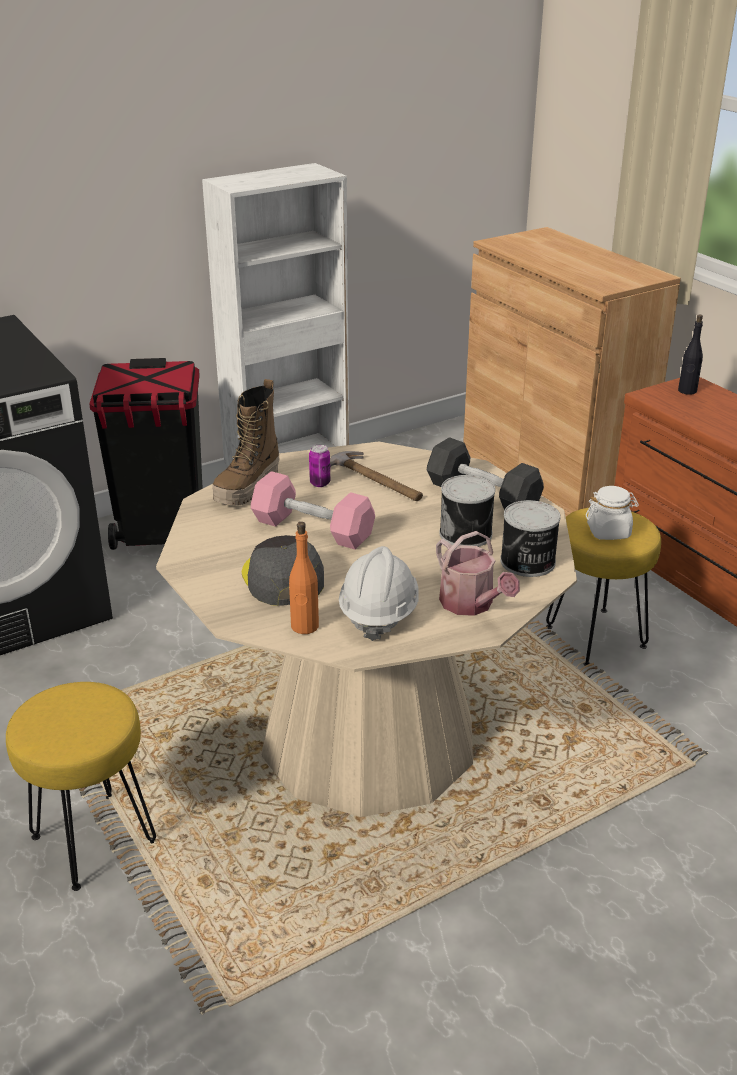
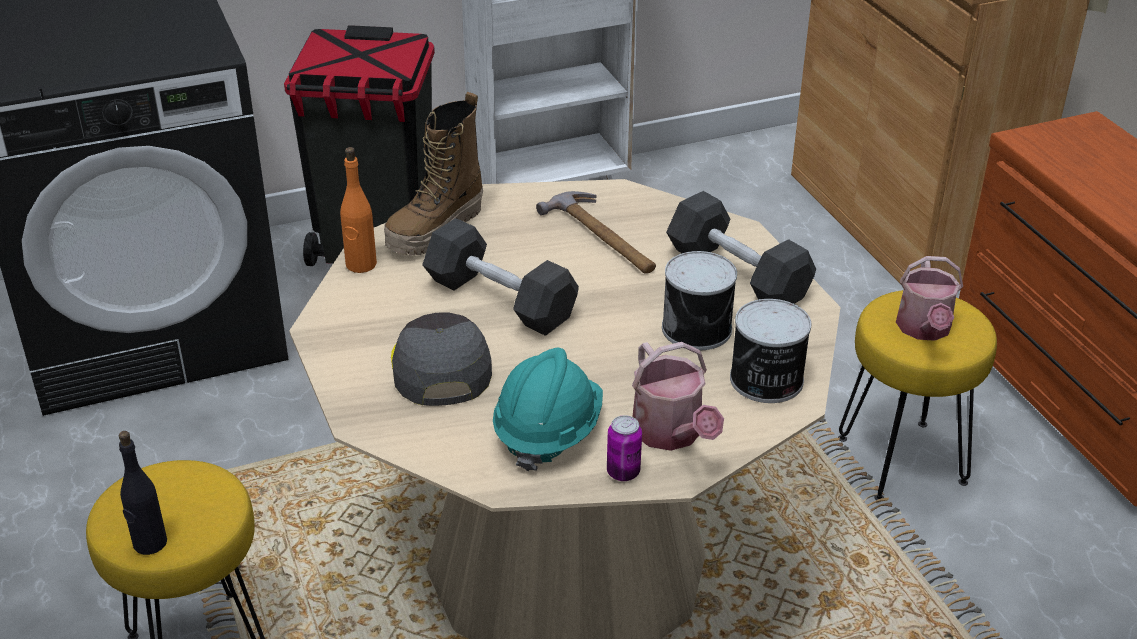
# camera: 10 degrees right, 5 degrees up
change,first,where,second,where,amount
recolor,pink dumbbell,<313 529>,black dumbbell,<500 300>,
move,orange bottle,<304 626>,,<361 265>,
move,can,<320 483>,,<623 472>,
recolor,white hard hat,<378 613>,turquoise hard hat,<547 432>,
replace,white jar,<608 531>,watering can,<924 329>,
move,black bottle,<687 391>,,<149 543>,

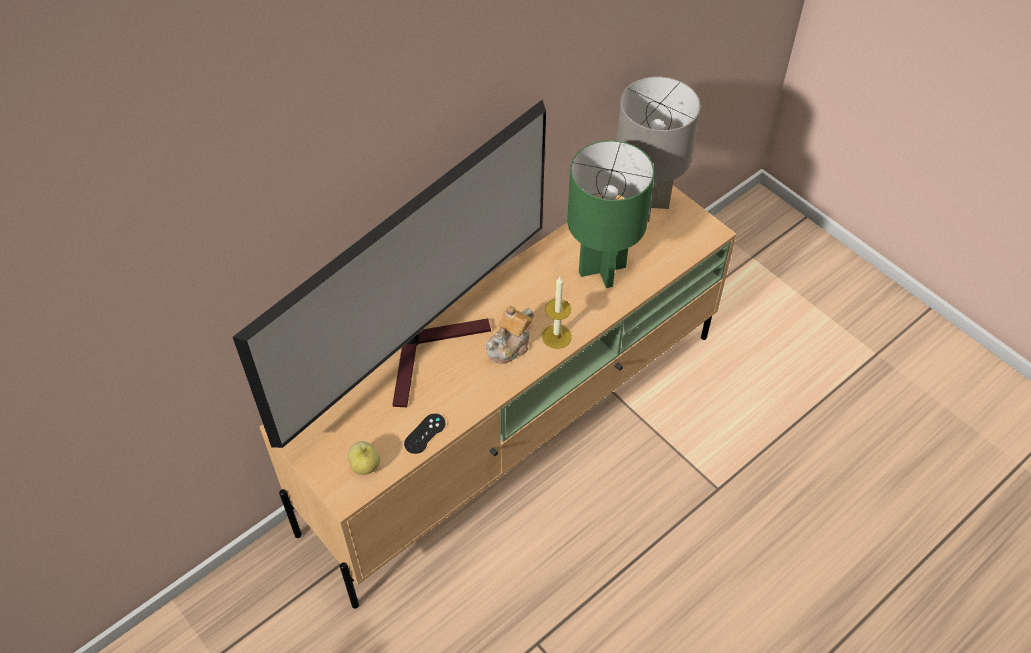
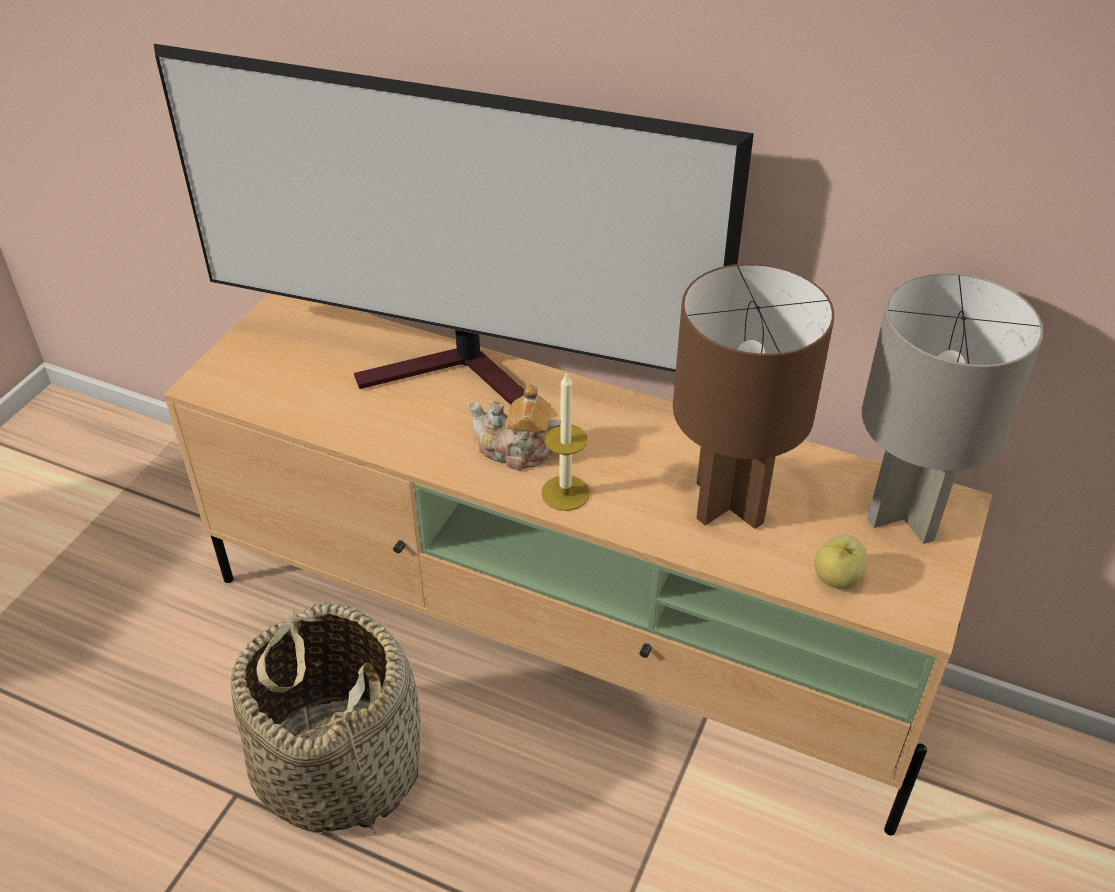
# camera: 65 degrees right, 10 degrees down
change,first,where,second,where,amount
move,apple,<366 465>,,<837 578>,
delete,black game controller,<425 433>,,,
recolor,green table lamp,<601 270>,brown table lamp,<727 503>,
insert,,,basket,<339 765>,

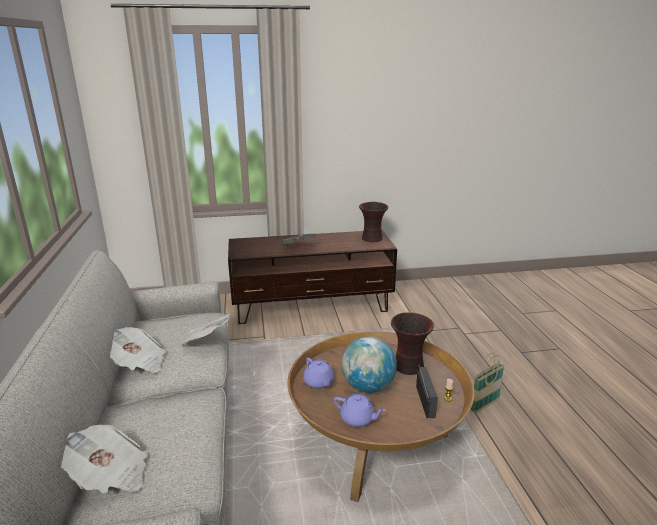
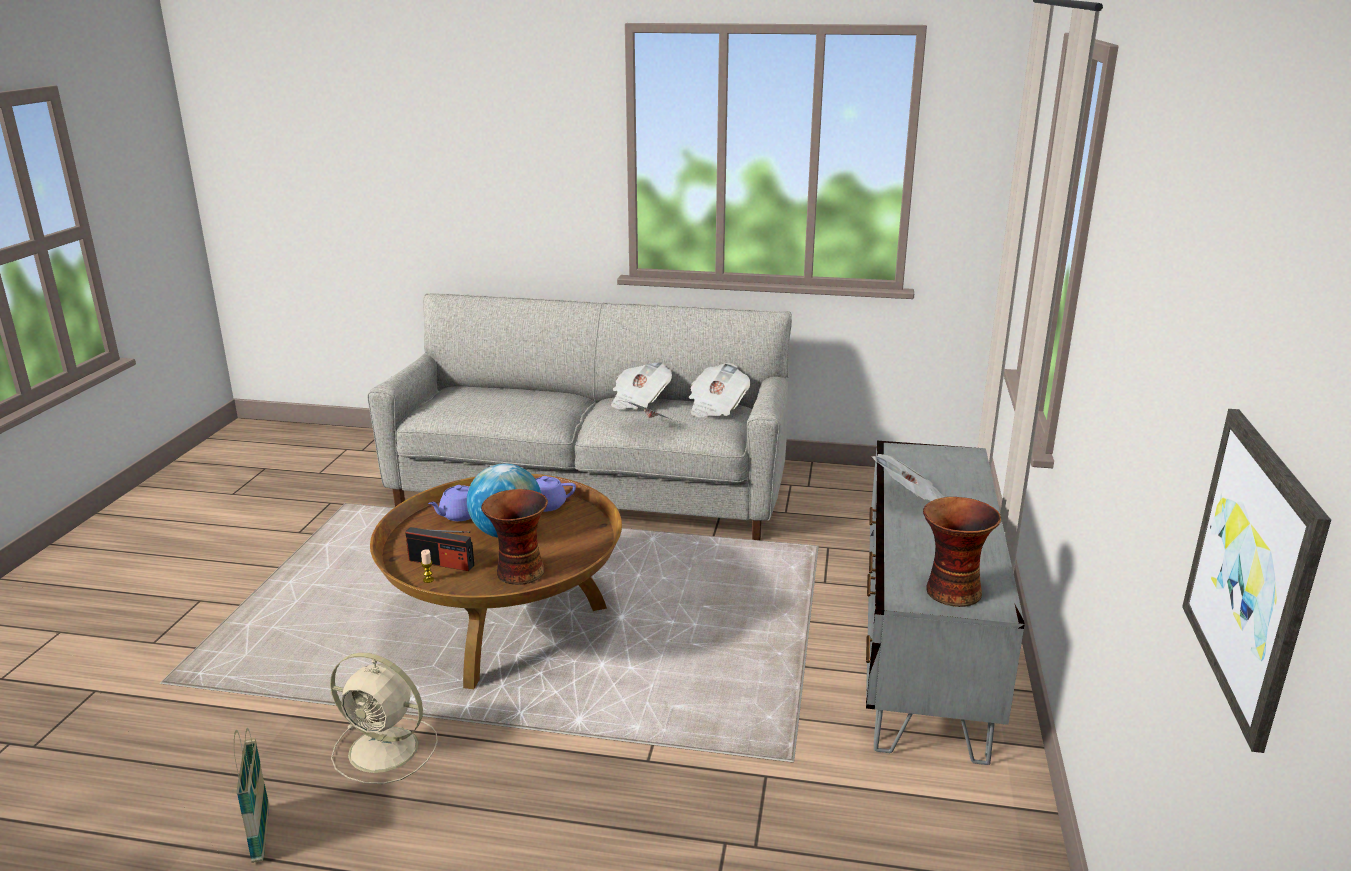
# camera: 110 degrees right, 0 degrees up
change,first,where,second,where,amount
move,newspaper,<110 475>,,<716 407>,
recolor,brown tv stand,<312 307>,grey tv stand,<922 650>,
move,basket,<484 405>,,<261 834>,
insert,,,beige fan,<386 750>,
insert,,,picture,<1254 571>,

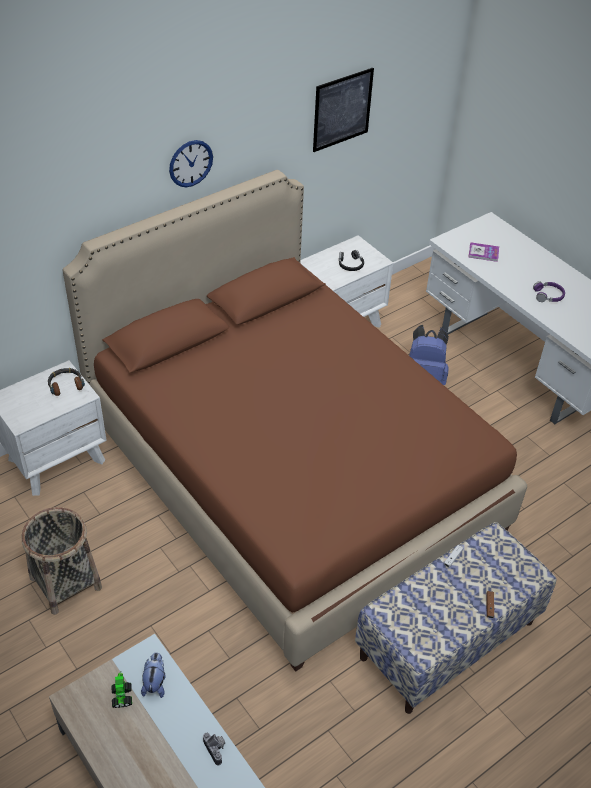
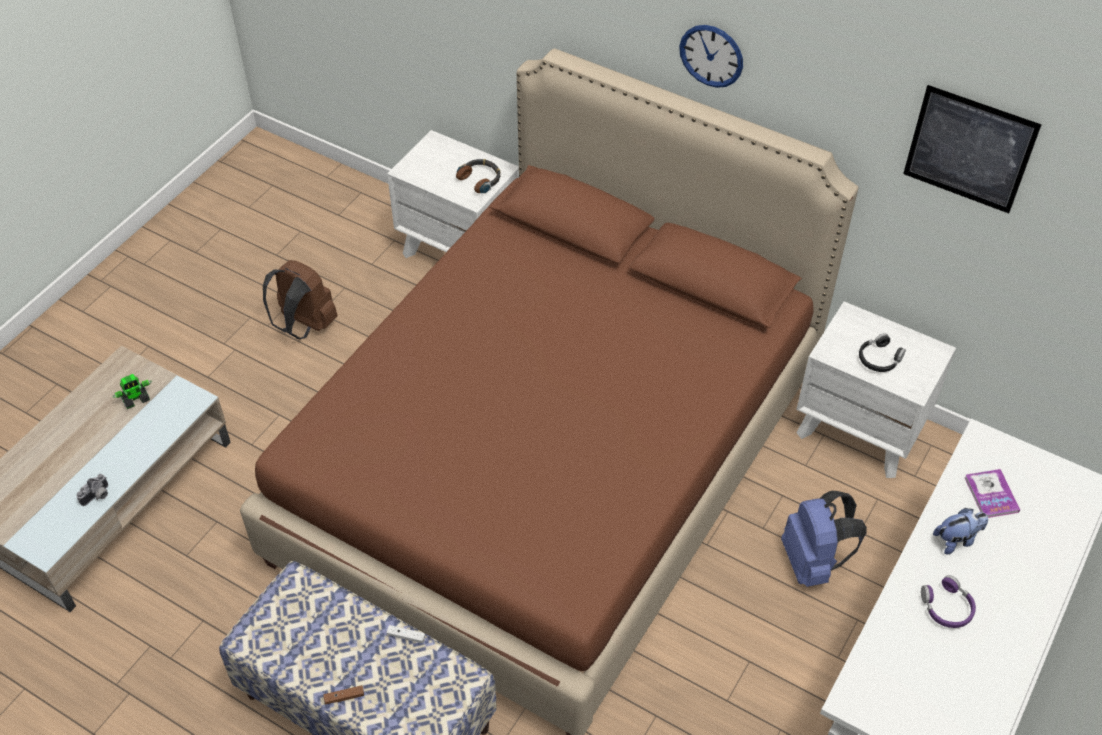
# camera: 70 degrees right, 5 degrees up
change,first,where,second,where,amount
replace,basket,<65 583>,brown backpack,<304 325>,
move,plush toy,<155 683>,,<957 540>,

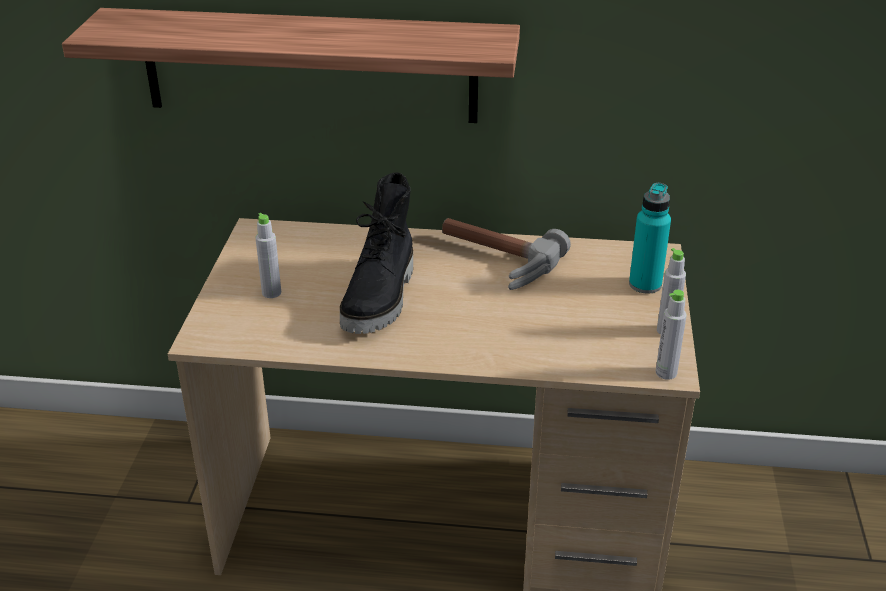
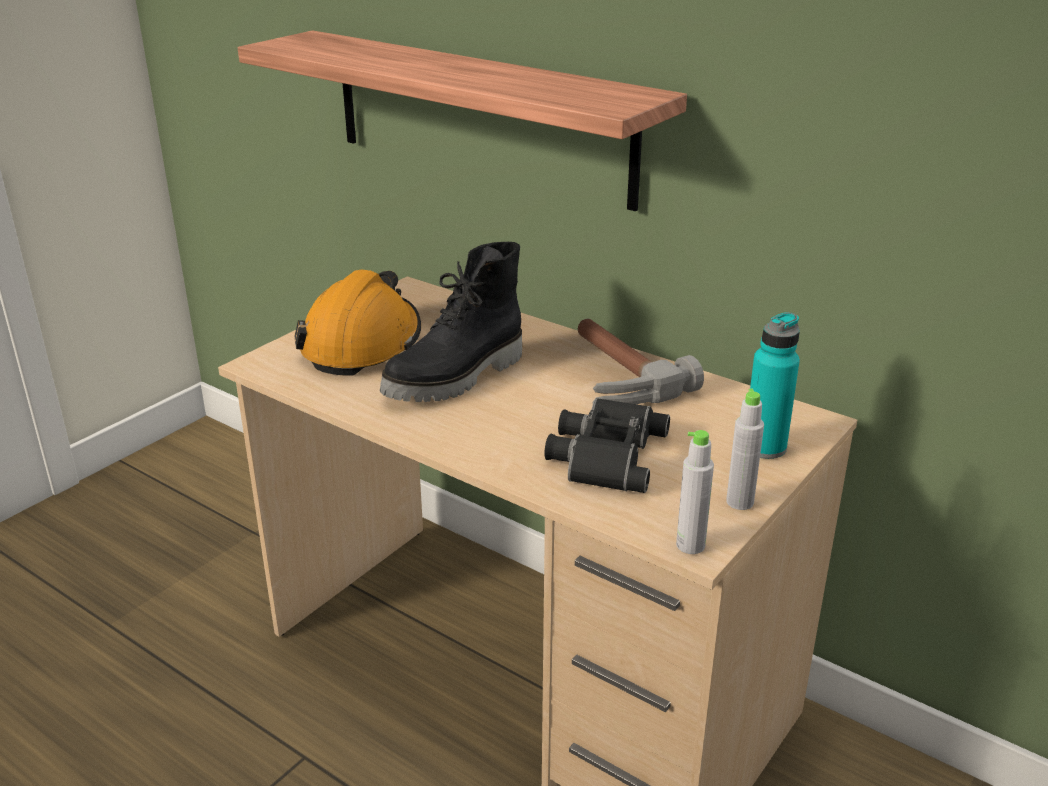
# camera: 30 degrees right, 5 degrees down
change,first,where,second,where,amount
replace,grey bottle,<271 293>,orange hard hat,<362 343>,
insert,,,black binoculars,<604 454>,

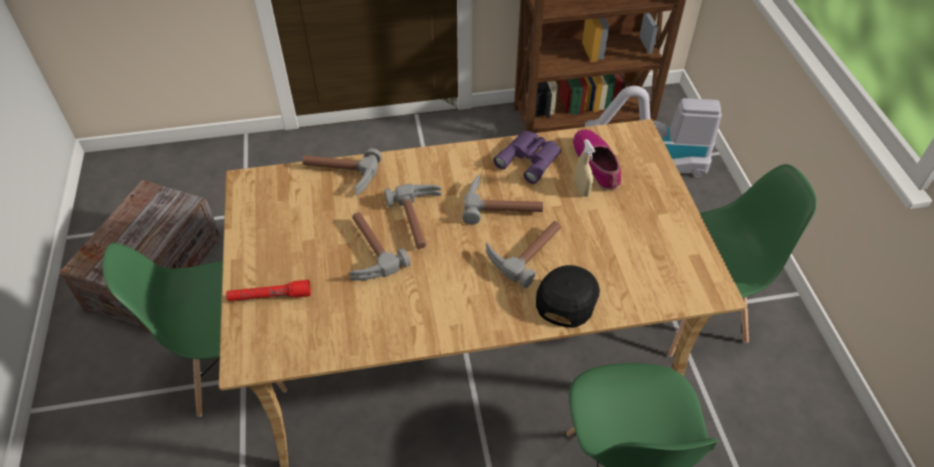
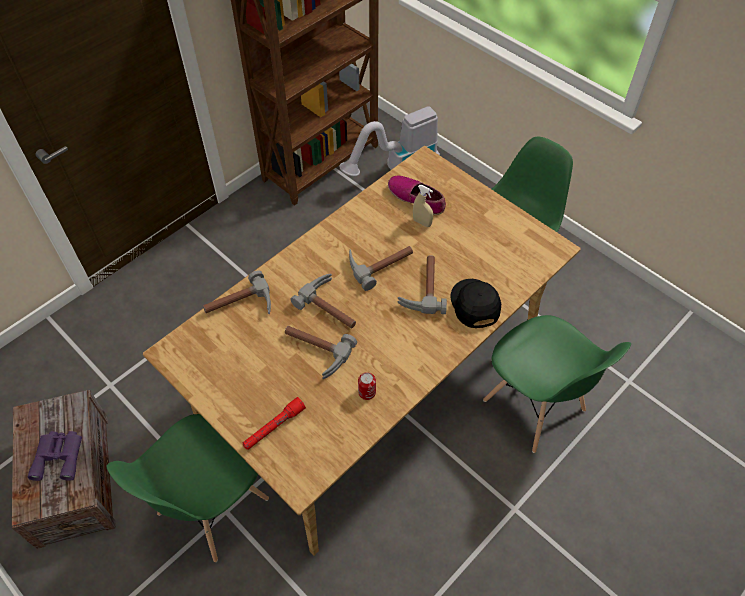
# camera: 35 degrees left, 5 degrees up
change,first,where,second,where,amount
move,purple binoculars,<530 159>,,<59 456>,
insert,,,can,<367 392>,

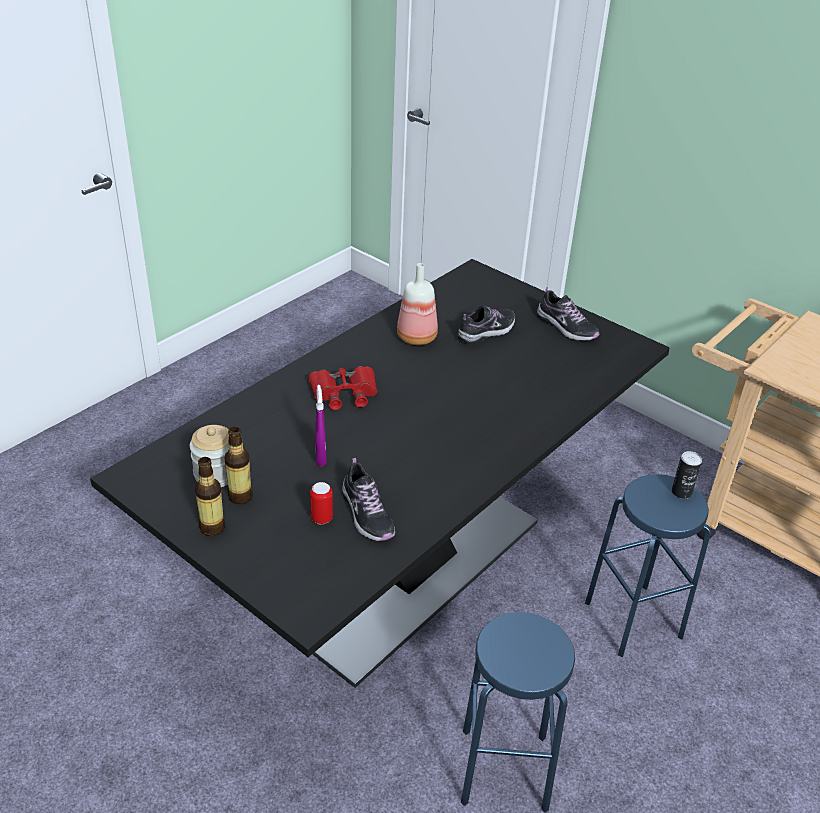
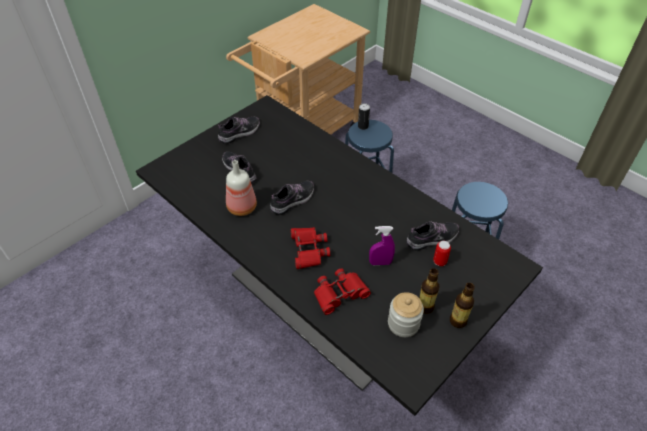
# camera: 85 degrees left, 10 degrees up
change,first,where,second,where,amount
insert,,,shoe,<293 200>,
insert,,,red binoculars,<340 294>,

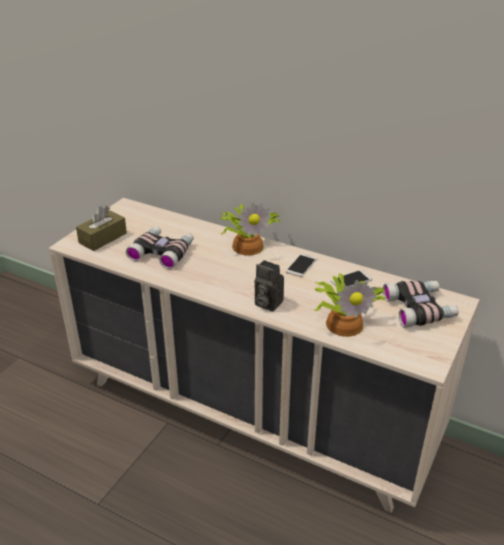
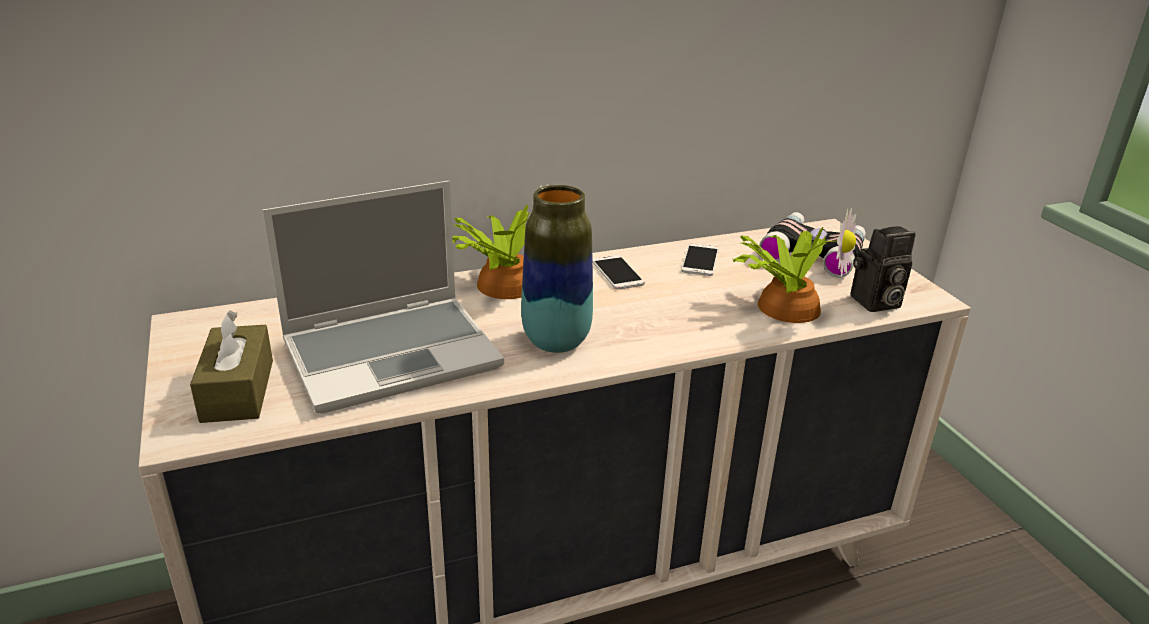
# camera: 50 degrees left, 5 degrees down
change,first,where,second,where,amount
replace,binoculars,<162 252>,laptop,<393 353>,
move,photo camera,<266 303>,,<875 303>,
insert,,,vase,<556 341>,

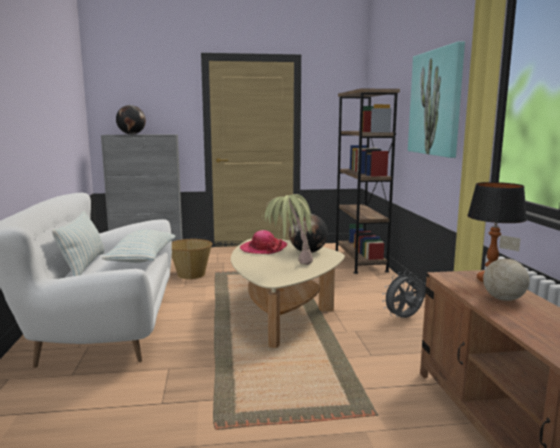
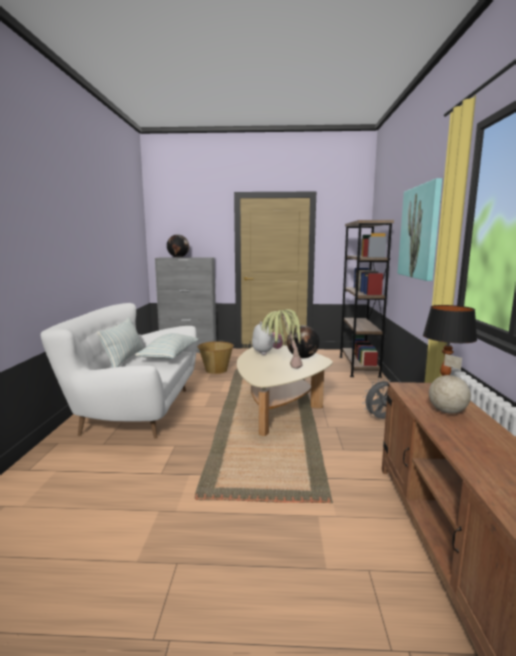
# camera: 10 degrees right, 0 degrees up
change,first,where,second,where,amount
replace,hat,<263 248>,plush toy,<267 353>,

